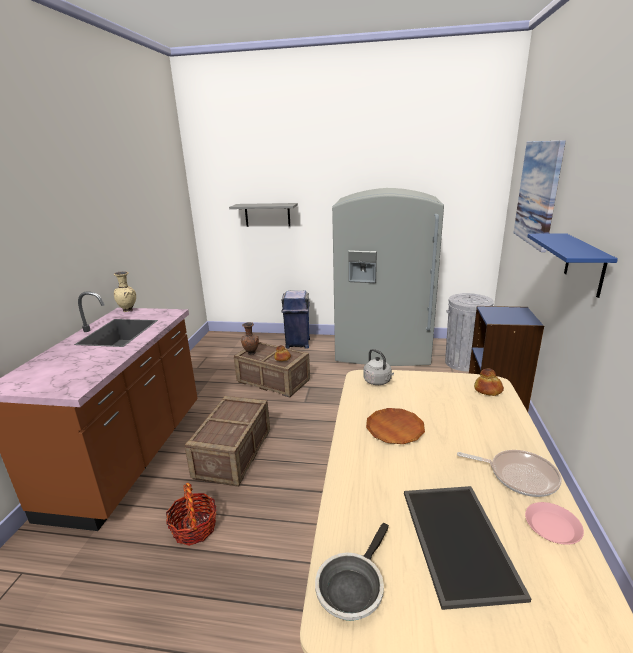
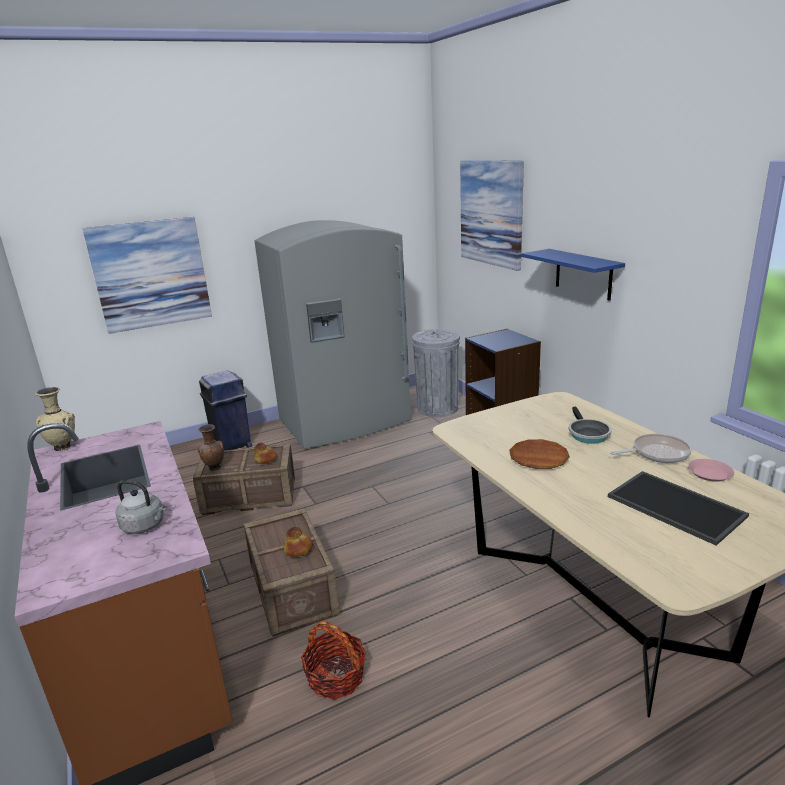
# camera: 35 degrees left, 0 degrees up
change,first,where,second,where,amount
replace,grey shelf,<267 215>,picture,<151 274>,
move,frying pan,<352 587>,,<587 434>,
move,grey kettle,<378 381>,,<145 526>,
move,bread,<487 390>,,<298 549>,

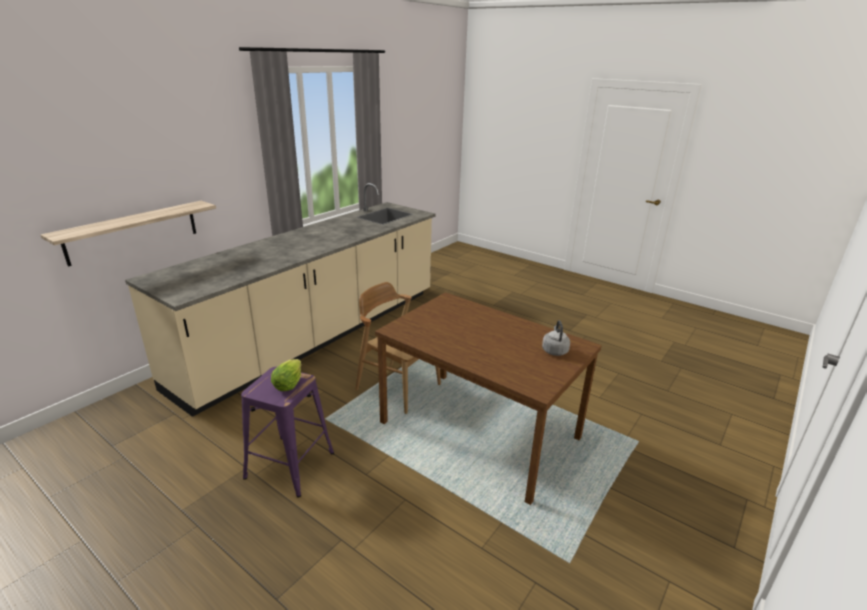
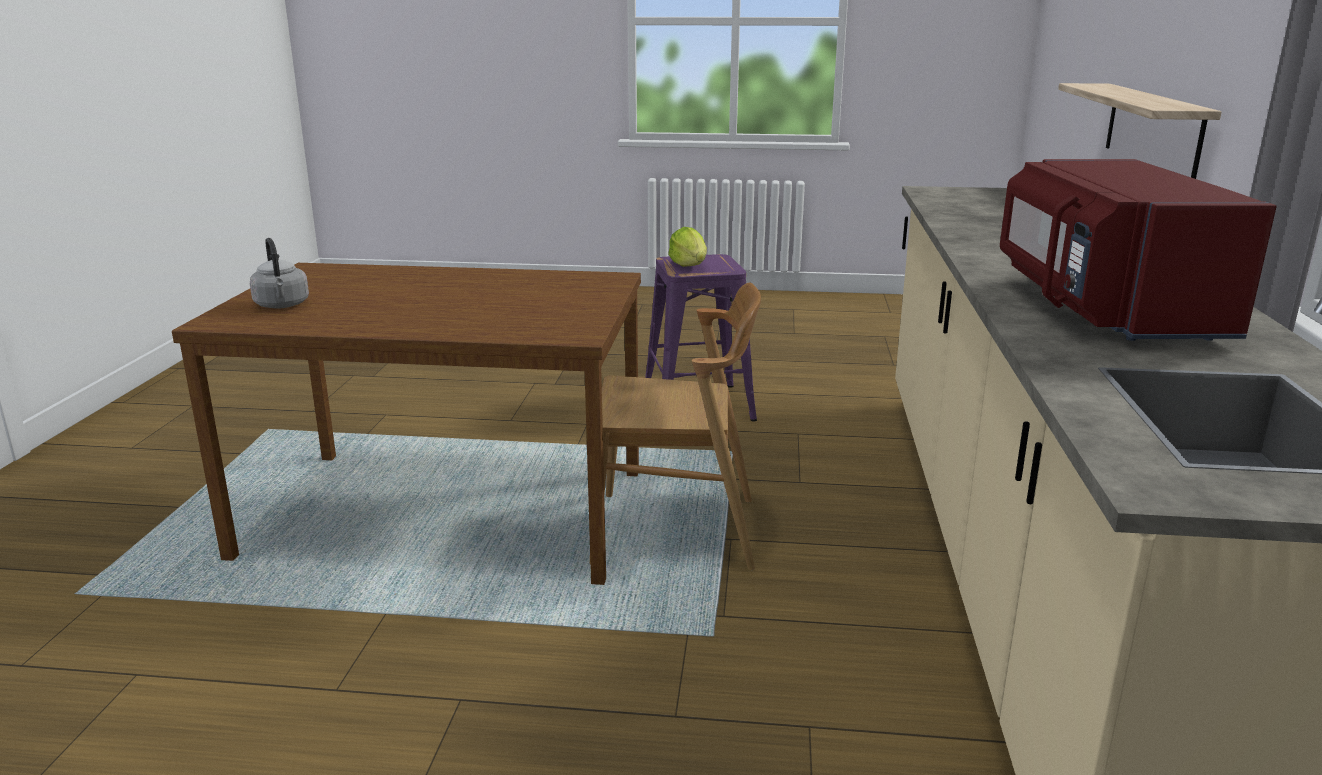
# camera: 150 degrees right, 5 degrees down
change,first,where,second,where,amount
insert,,,red microwave,<1102 308>,

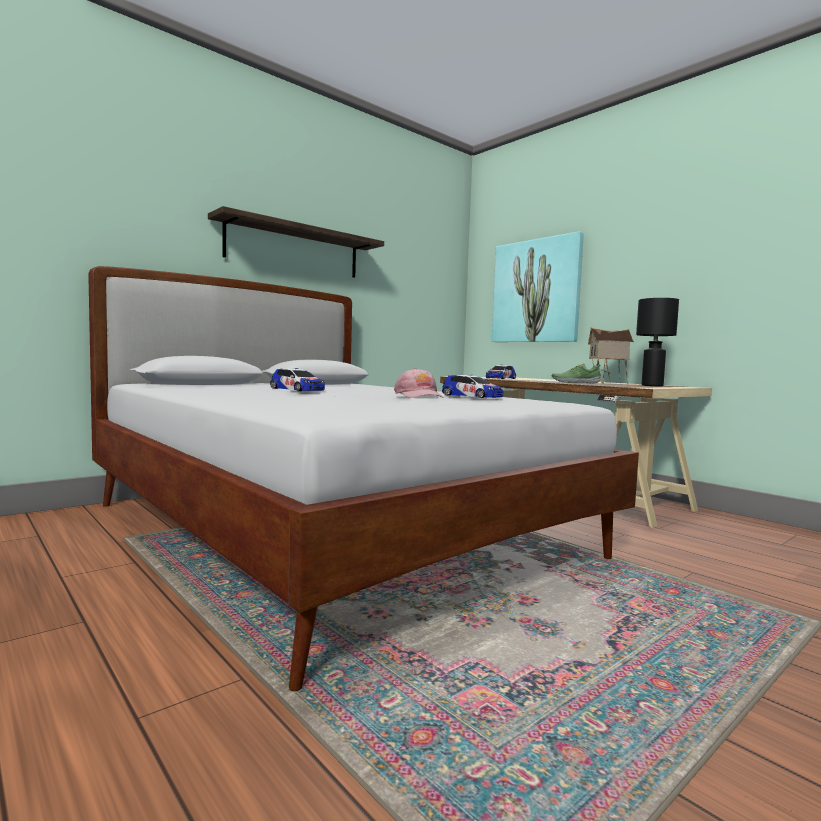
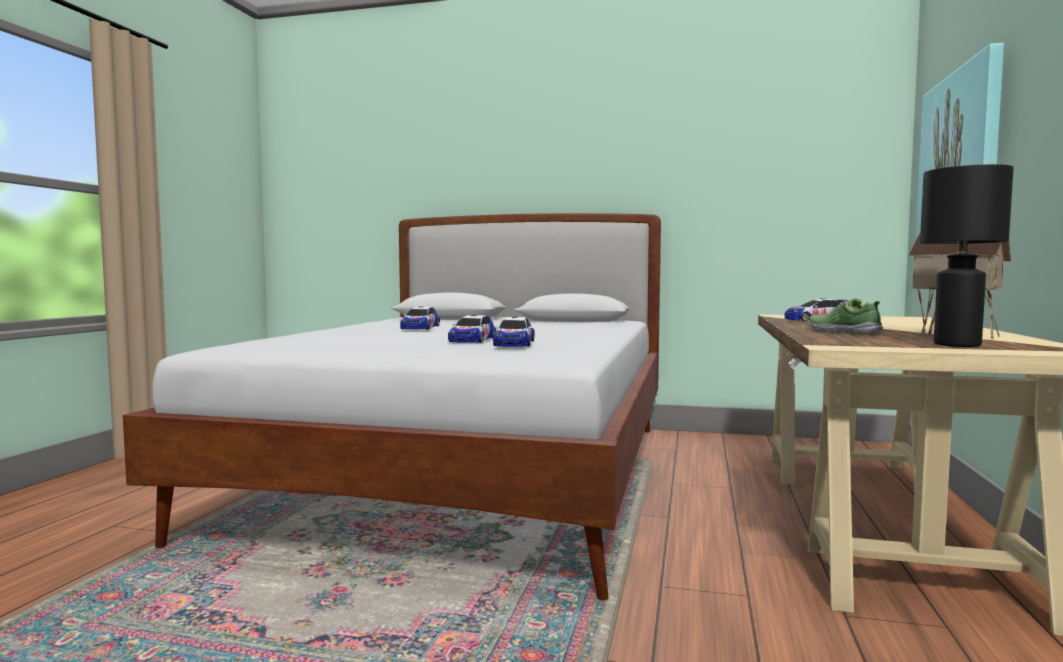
# camera: 55 degrees right, 0 degrees up
change,first,where,second,where,amount
delete,shelf,<294 249>,,,
replace,pink cap,<419 396>,toy car,<472 340>,

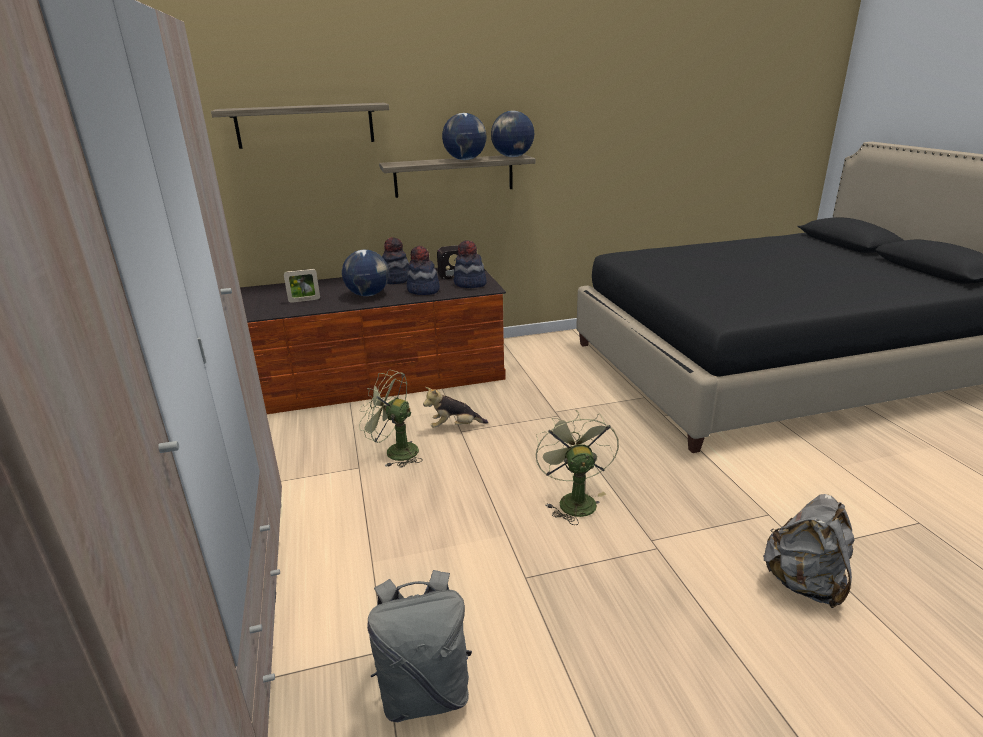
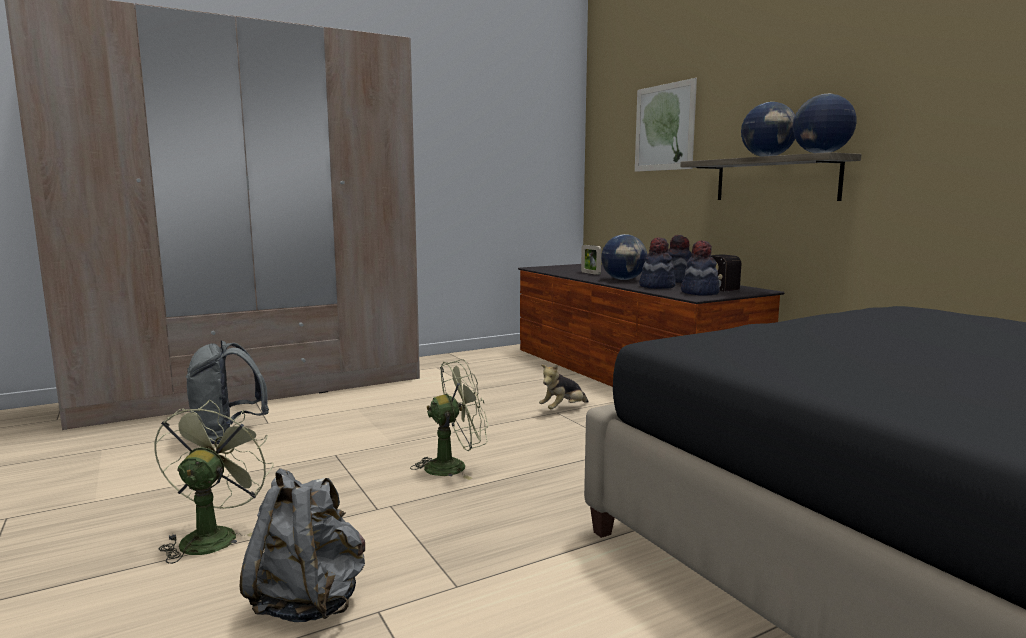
# camera: 75 degrees right, 15 degrees down
change,first,where,second,where,amount
replace,shelf,<305 125>,picture,<664 127>,
move,green fan,<395 452>,,<212 535>,
rotate,plush toy,<454 427>,,<563 409>,105 degrees counterclockwise

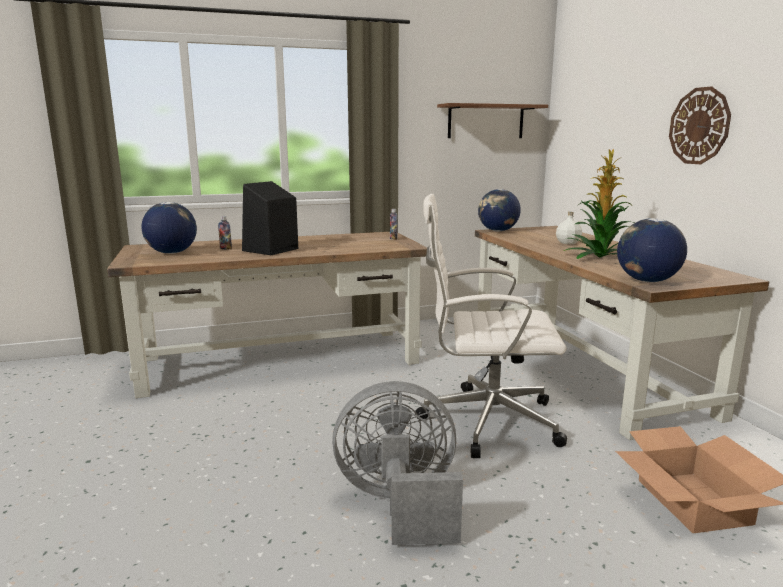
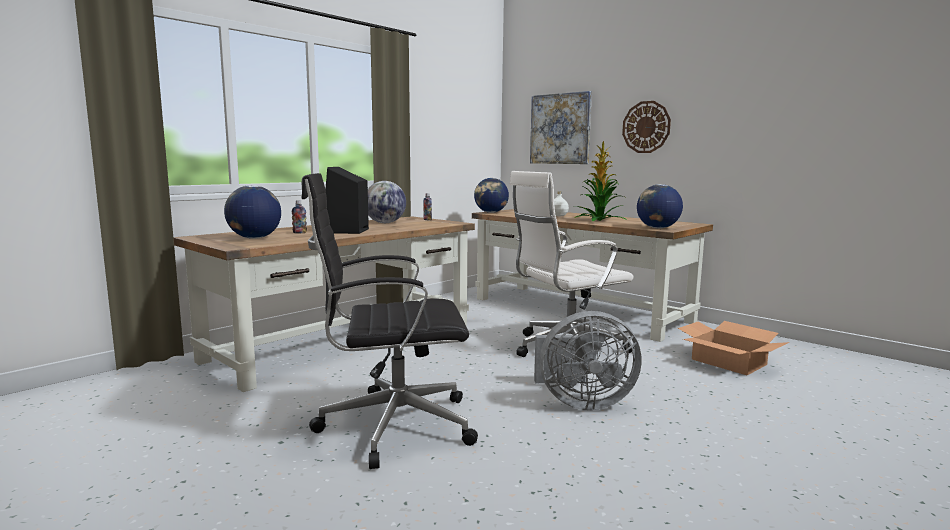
# camera: 30 degrees left, 5 degrees down
change,first,where,second,where,amount
rotate,grey fan,<399 504>,,<581 402>,150 degrees counterclockwise
delete,brown shelf,<486 121>,,,
insert,,,black office chair,<392 425>,
insert,,,globe,<385 223>,
insert,,,picture,<560 129>,

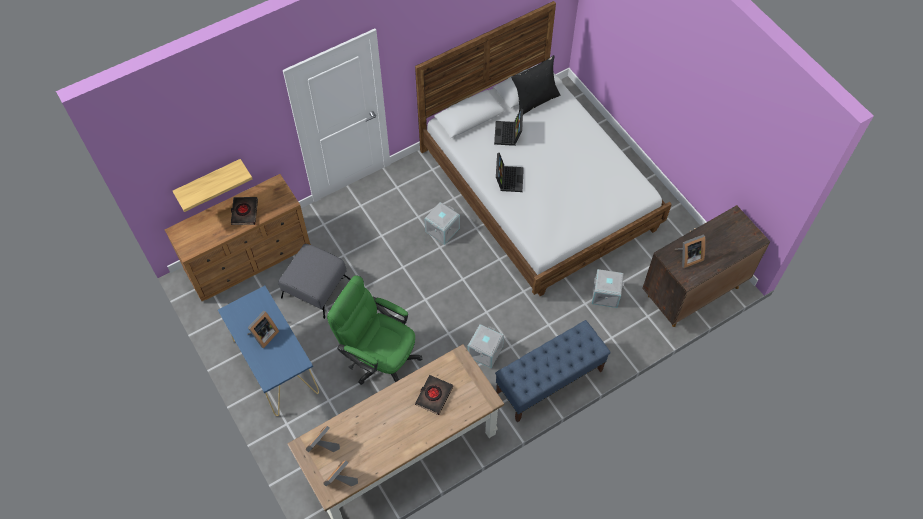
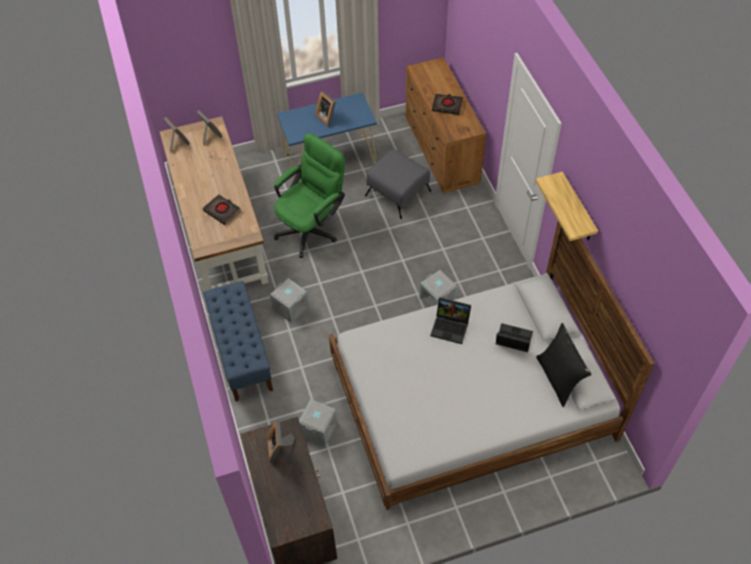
# camera: 105 degrees right, 5 degrees down
change,first,where,second,where,amount
move,shelf,<209 181>,,<577 209>,

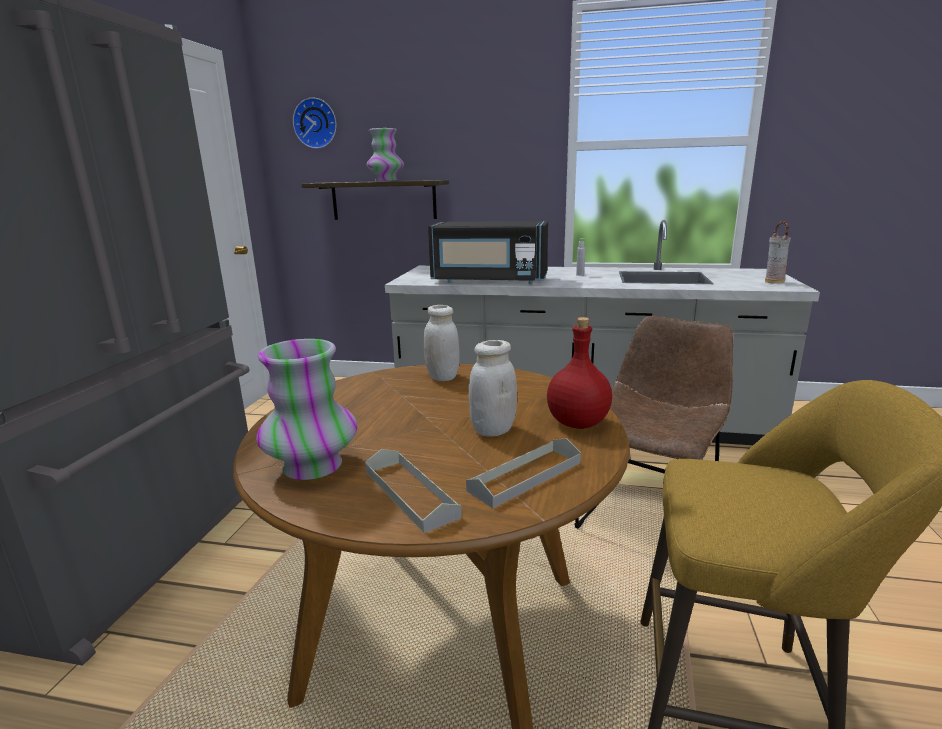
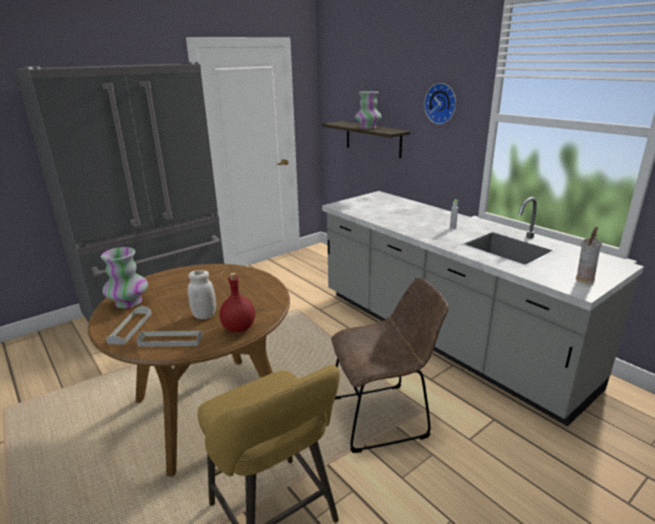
# camera: 40 degrees right, 5 degrees up
change,first,where,second,where,amount
move,wall clock,<316 123>,,<441 103>,
delete,white jar,<442 377>,,,
delete,black microwave,<489 281>,,,

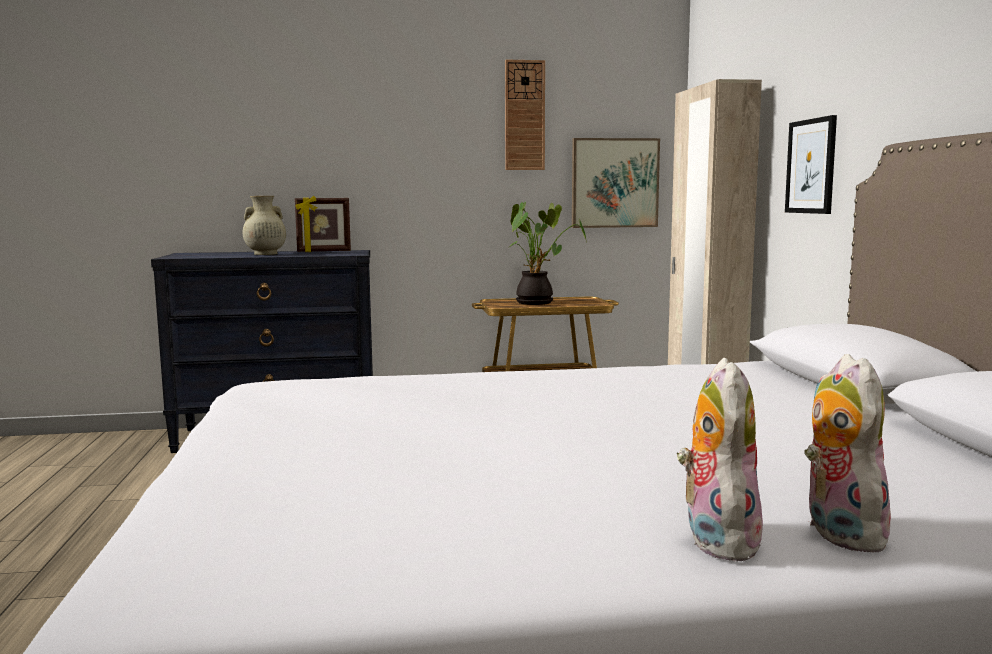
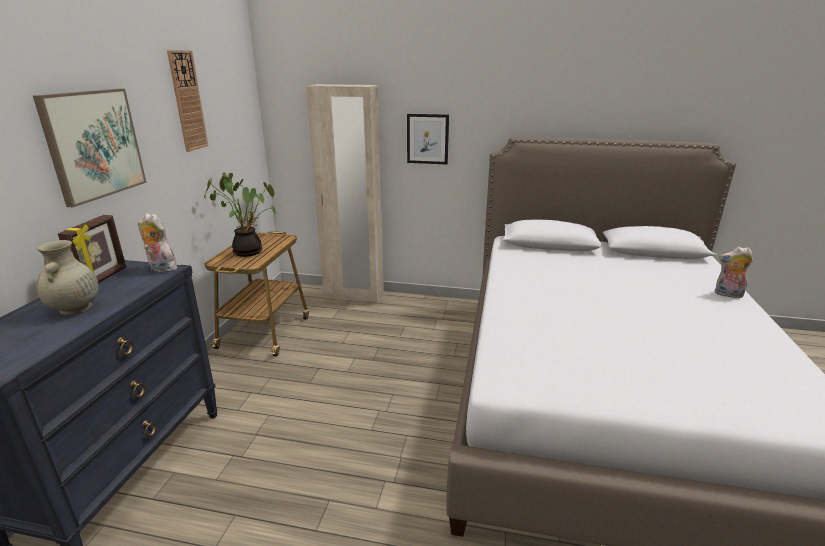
# camera: 70 degrees left, 15 degrees up
change,first,where,second,where,amount
move,picture,<614 183>,,<93 144>,
move,plush toy,<715 539>,,<160 269>,

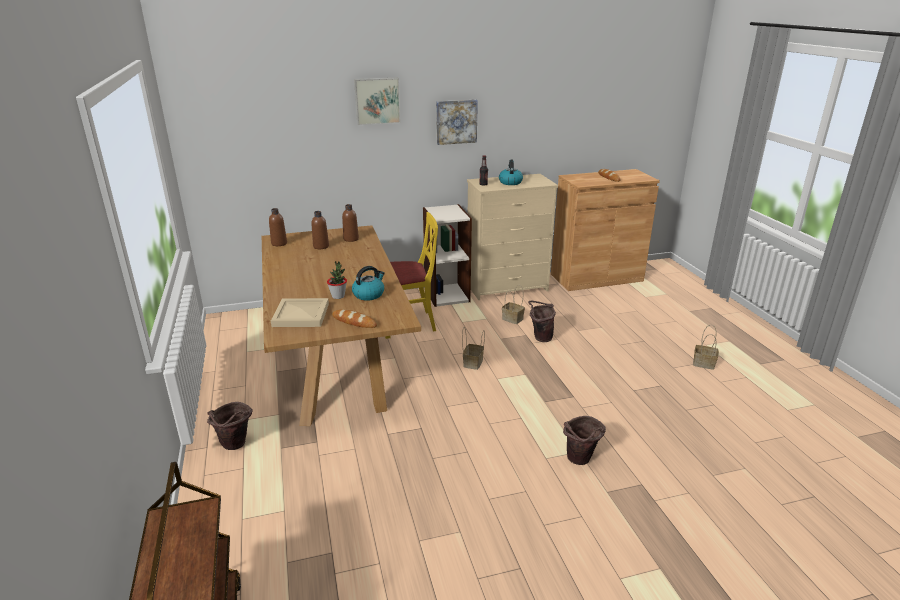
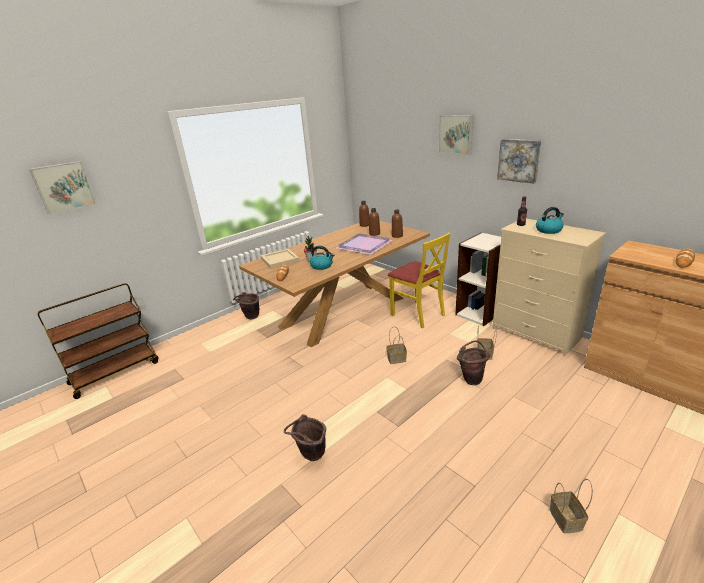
# camera: 65 degrees right, 0 degrees up
change,first,where,second,where,amount
insert,,,picture,<63 187>,
insert,,,purple tray,<365 245>,

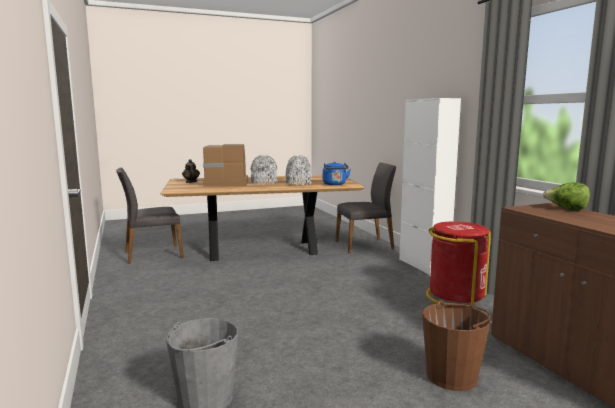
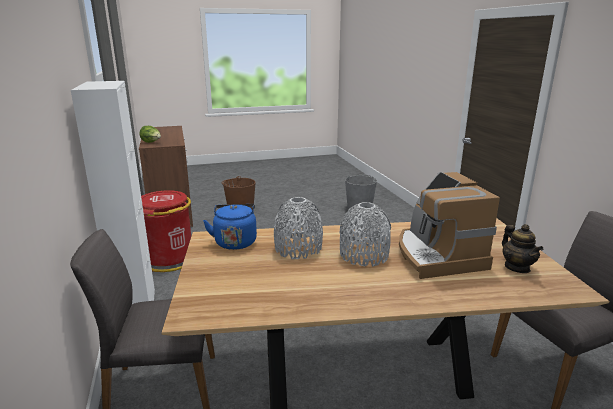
# camera: 175 degrees left, 10 degrees up
change,first,where,second,where,amount
rotate,coffee machine,<225 183>,,<437 255>,75 degrees clockwise

